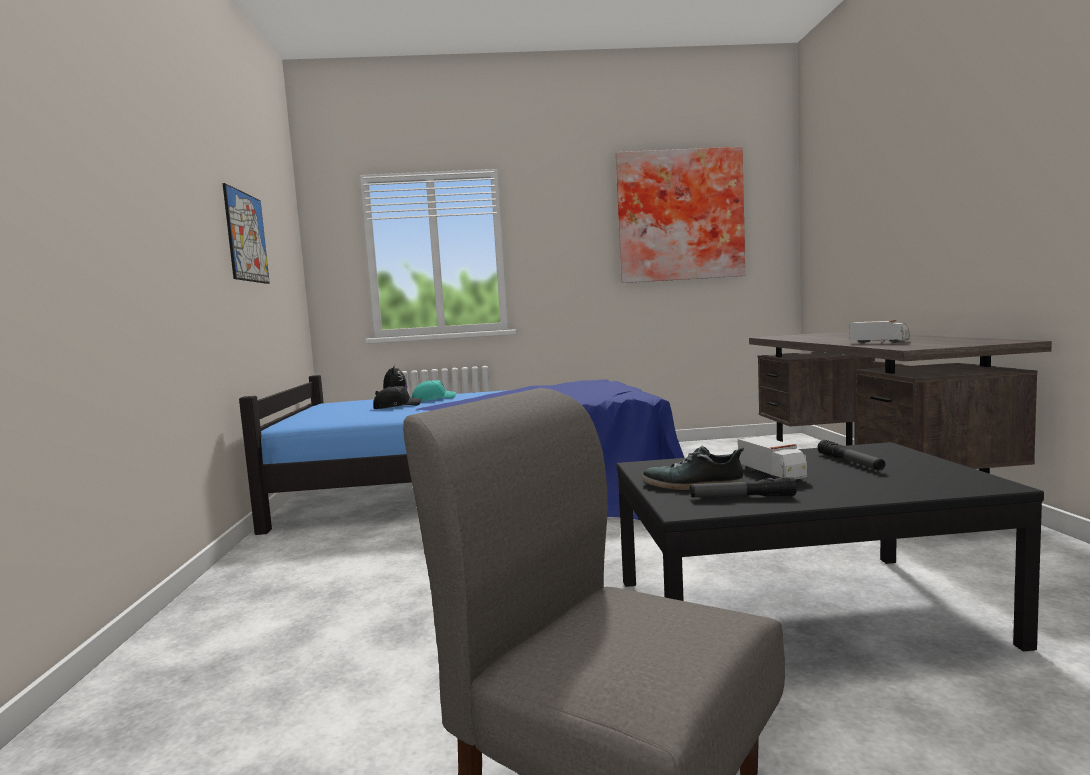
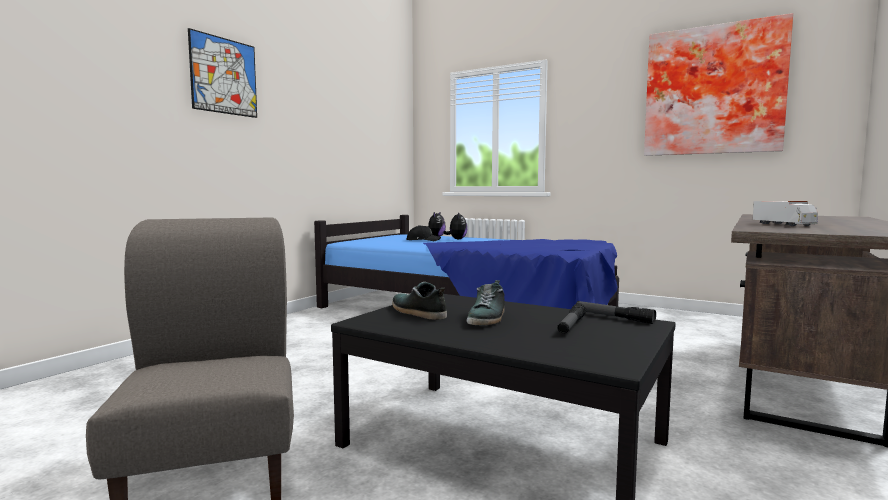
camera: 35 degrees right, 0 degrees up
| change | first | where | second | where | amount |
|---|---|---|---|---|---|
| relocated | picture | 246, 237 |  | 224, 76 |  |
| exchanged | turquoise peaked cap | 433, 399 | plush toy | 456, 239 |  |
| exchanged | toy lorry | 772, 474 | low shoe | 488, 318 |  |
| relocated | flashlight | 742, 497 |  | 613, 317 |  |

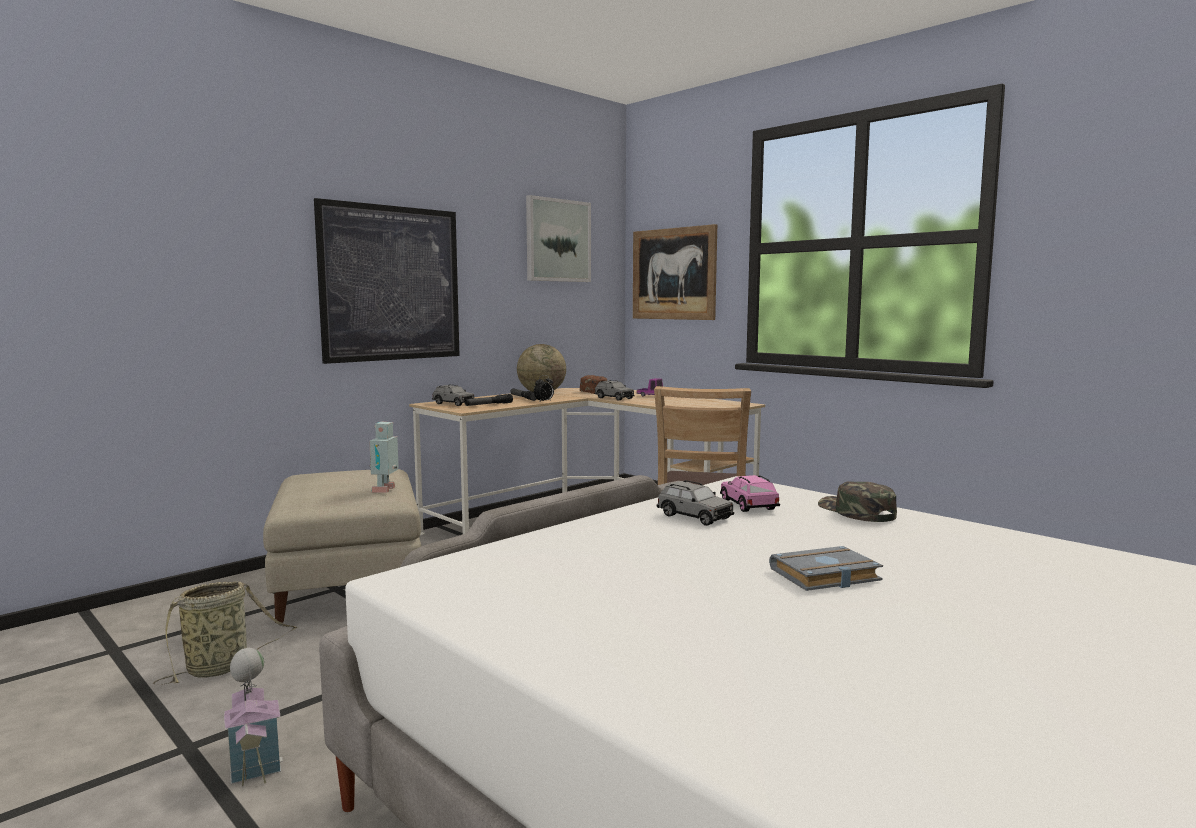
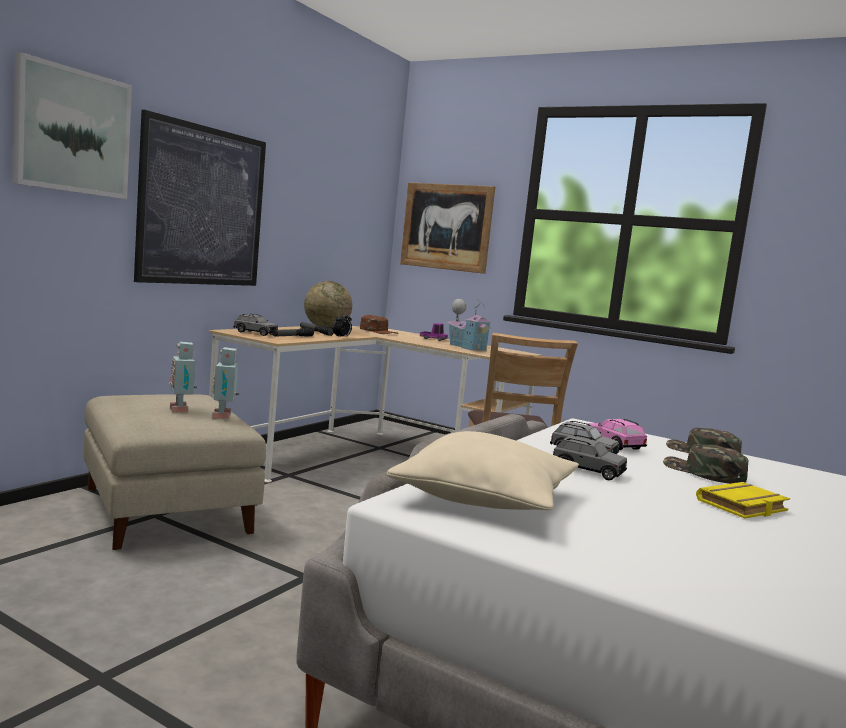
camera: 15 degrees left, 0 degrees up
| change | first | where | second | where | amount |
|---|---|---|---|---|---|
| relocated | picture | 557, 240 |  | 72, 131 |  |
| appeared |  |  | model robot | 181, 410 |  |
| appeared |  |  | sand-coloured throw pillow | 485, 498 |  |
| relocated | model house | 255, 757 |  | 467, 347 |  |
| relocated | gray model car | 614, 398 |  | 587, 470 |  |
| appeared |  |  | green-coloured peaked cap | 703, 473 |  |
| colour | gray bound book | 824, 577 | yellow-coloured bound book | 743, 507 |  |
| missing | household basket | 221, 667 |  |  |  |

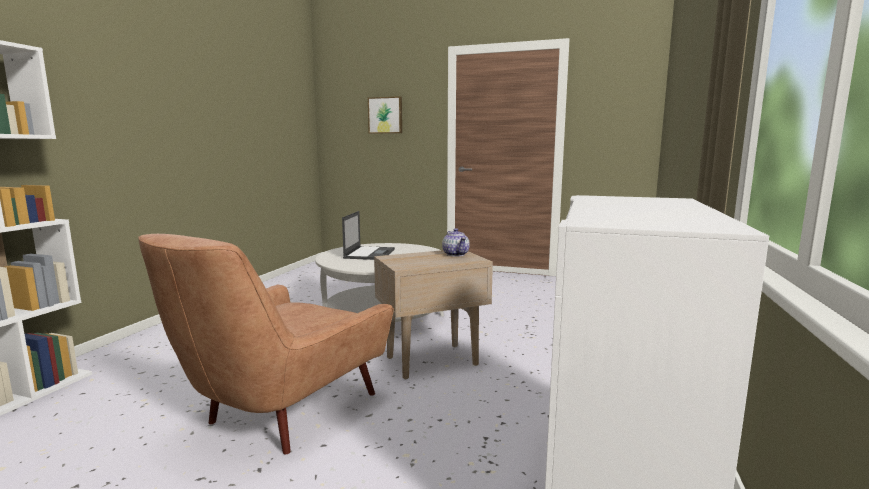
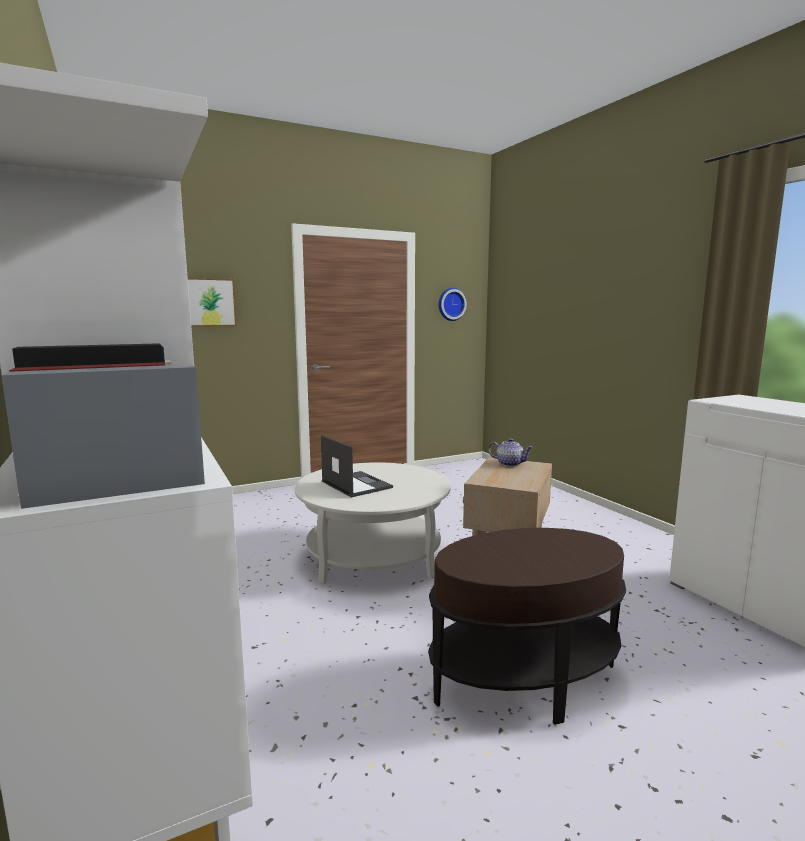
camera: 45 degrees left, 0 degrees up
| change | first | where | second | where | amount |
|---|---|---|---|---|---|
| exchanged | brownish easy chair | 281, 414 | brownish accent table | 524, 680 |  |
| appeared |  |  | wall clock | 450, 304 |  |

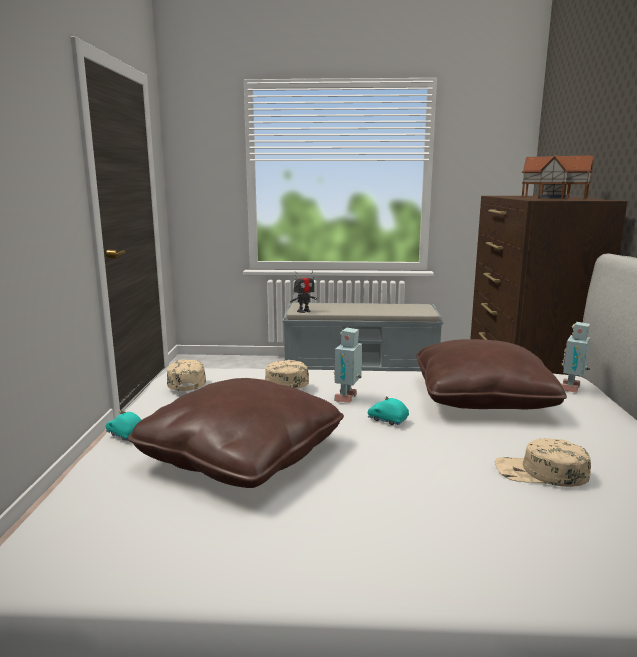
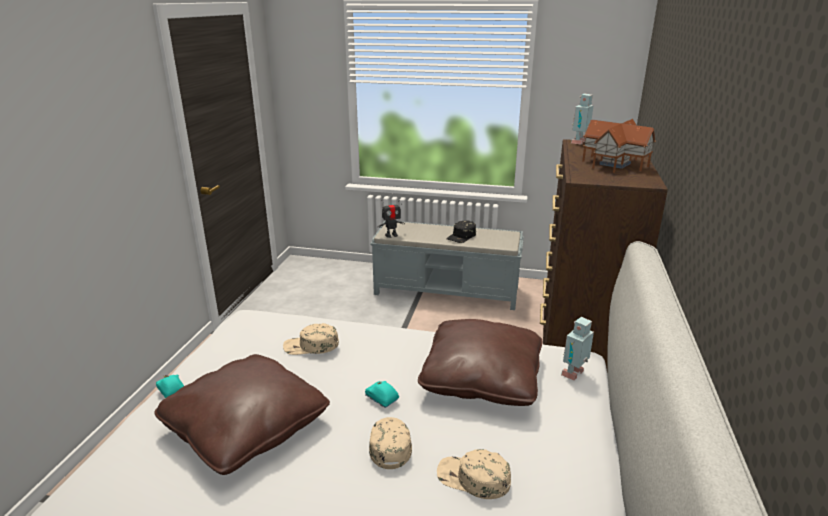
camera: 10 degrees right, 10 degrees up
| change | first | where | second | where | amount |
|---|---|---|---|---|---|
| relocated | sand-coloured peaked cap | 185, 381 |  | 389, 444 |  |
| appeared |  |  | black-coloured peaked cap | 461, 236 |  |
| relocated | model robot | 348, 398 |  | 580, 143 |  |

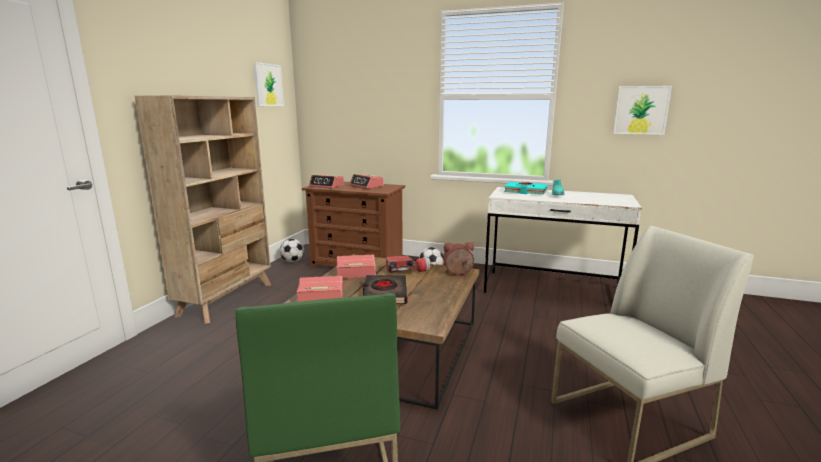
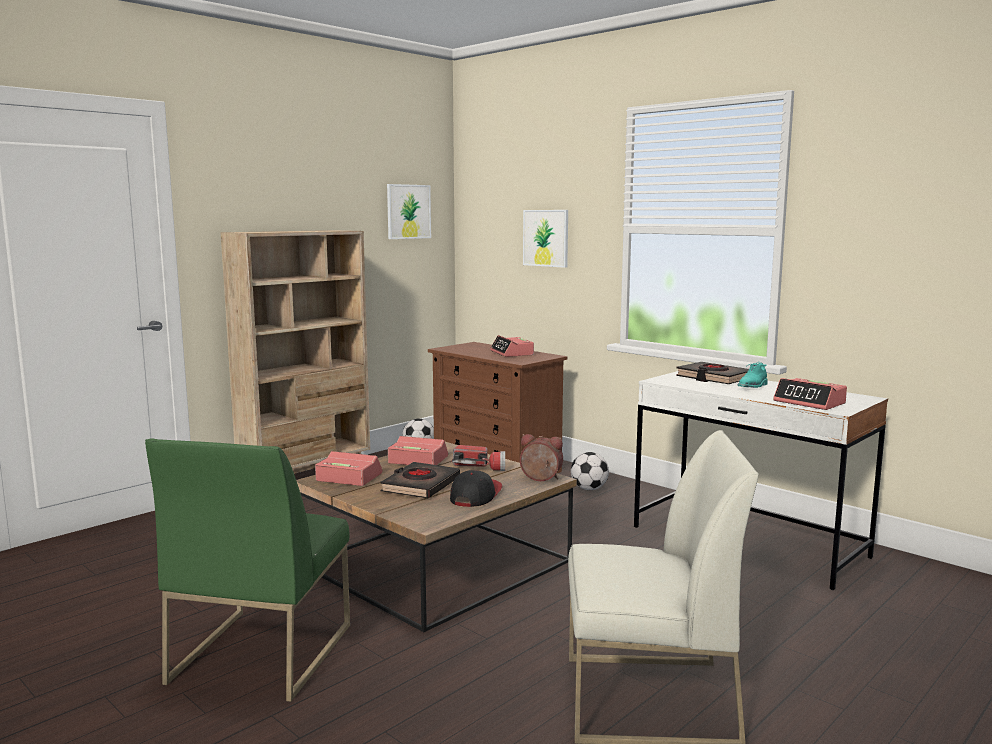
camera: 25 degrees right, 5 degrees down
| change | first | where | second | where | amount |
|---|---|---|---|---|---|
| appeared |  |  | peaked cap | 475, 495 |  |
| relocated | picture | 641, 110 |  | 546, 238 |  |
| colour | turquoise bound book | 525, 191 | black-coloured bound book | 714, 378 |  |
| relocated | bedside clock | 327, 186 |  | 809, 402 |  |

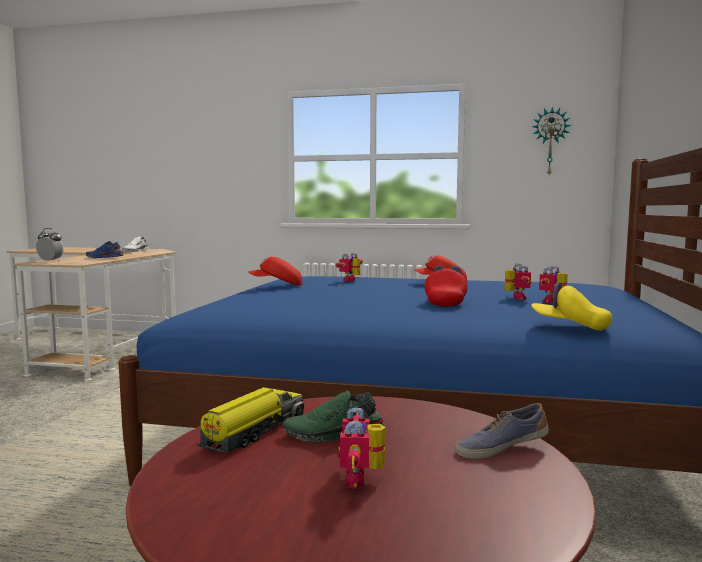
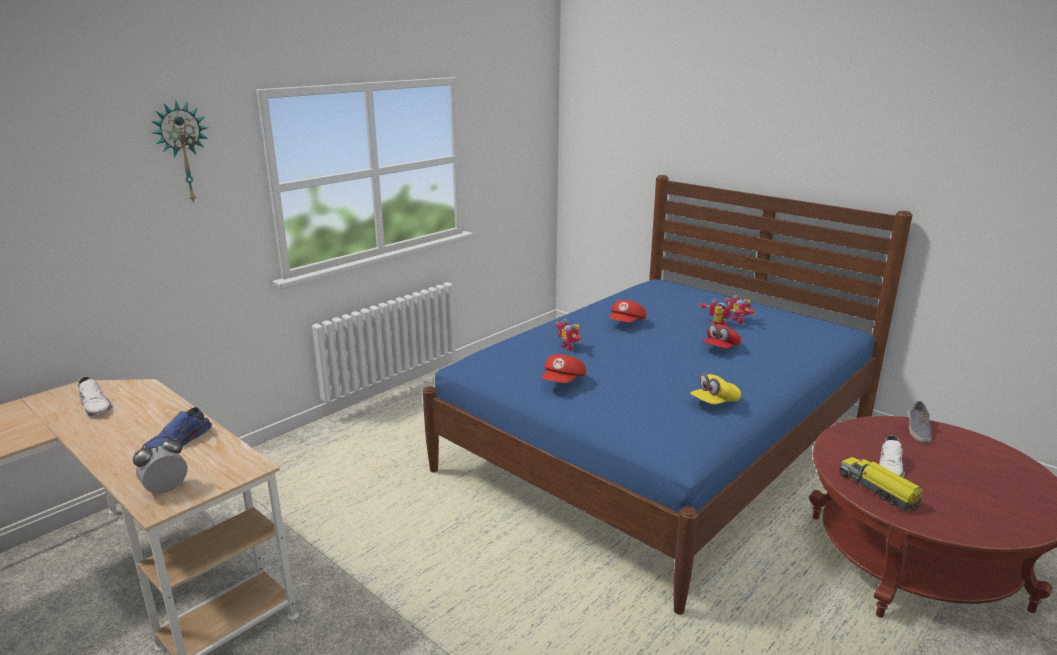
camera: 60 degrees left, 15 degrees up
| change | first | where | second | where | amount |
|---|---|---|---|---|---|
| relocated | wall clock | 550, 142 |  | 182, 152 |  |
| relocated | yellow-coloured peaked cap | 570, 326 |  | 714, 402 |  |
| spun | red peaked cap | 445, 302 |  | 721, 348 | 90 degrees counterclockwise |
| colour | green-coloured low shoe | 333, 435 | white-coloured low shoe | 890, 467 |  |
| missing | model robot | 362, 479 |  |  |  |

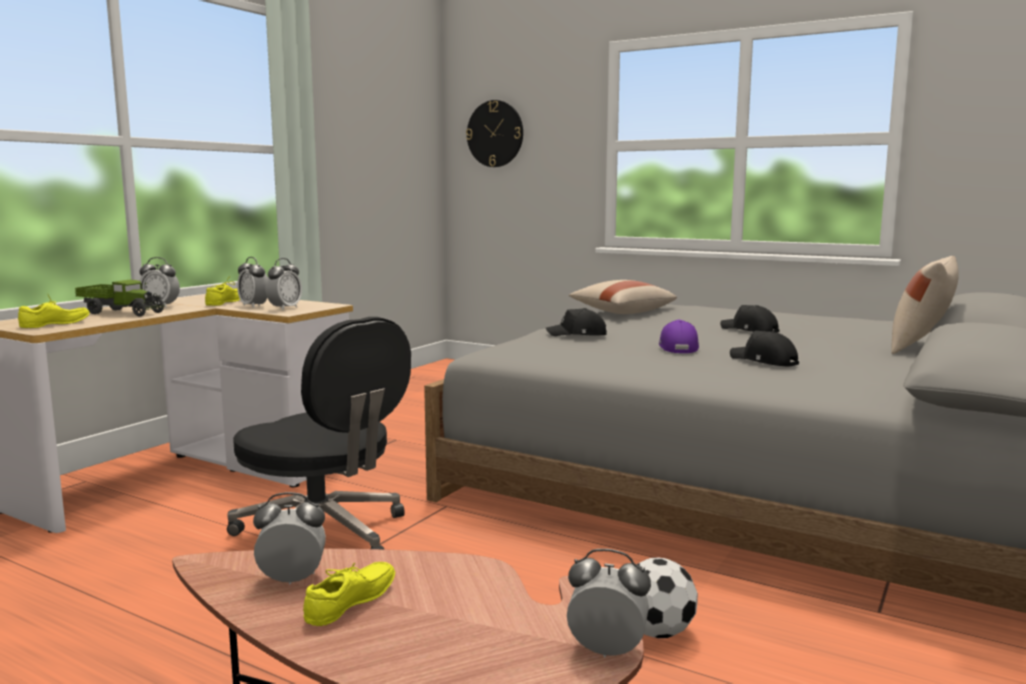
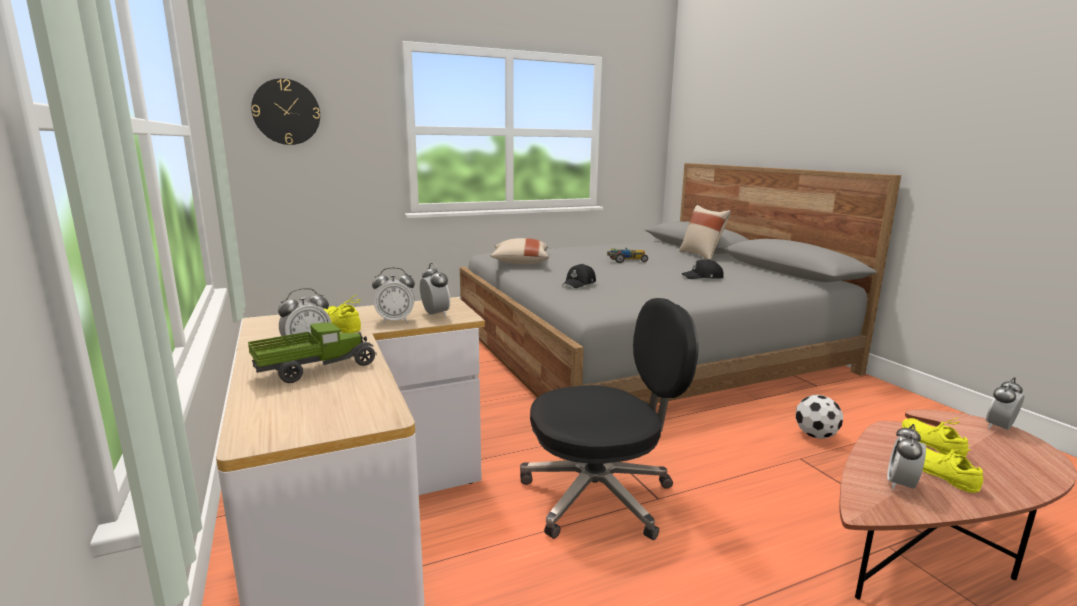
camera: 55 degrees left, 5 degrees up
| change | first | where | second | where | amount |
|---|---|---|---|---|---|
| exchanged | black-coloured peaked cap | 749, 330 | model car | 626, 261 |  |
| relocated | yellow-coloured low shoe | 56, 324 |  | 933, 443 |  |
| missing | purplish peaked cap | 678, 348 |  |  |  |

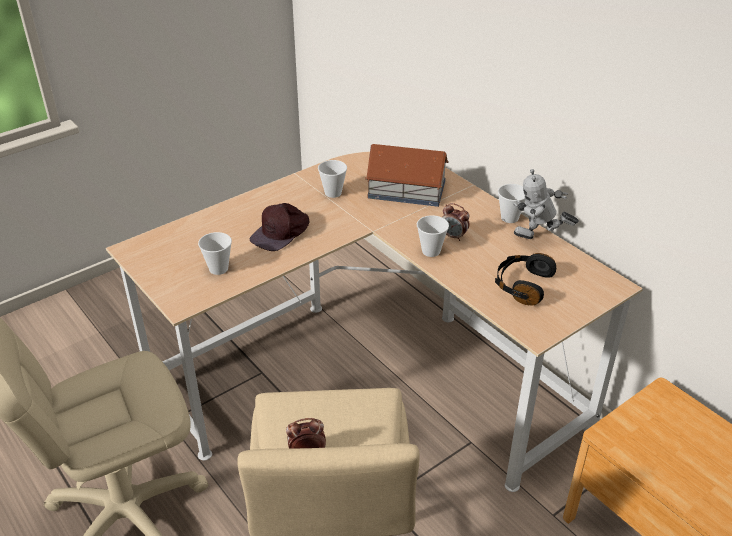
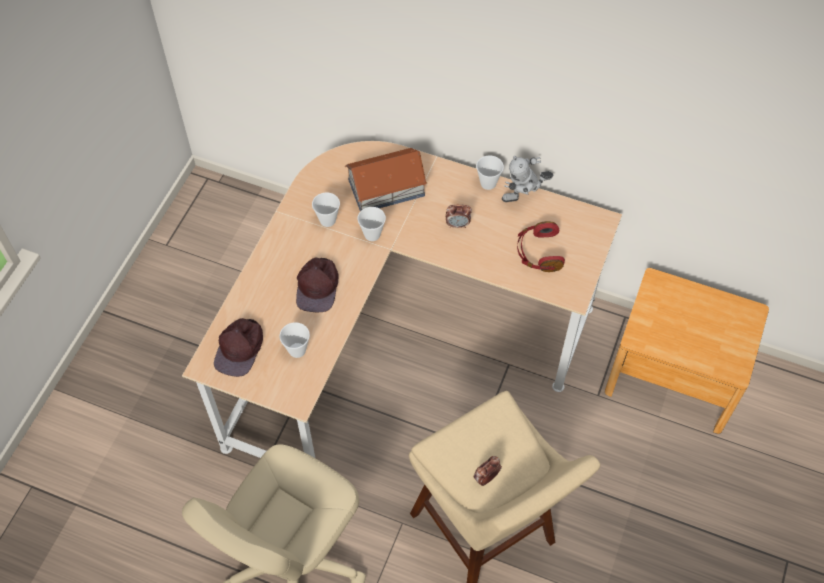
camera: 30 degrees left, 20 degrees up
| change | first | where | second | where | amount |
|---|---|---|---|---|---|
| appeared |  |  | brownish peaked cap | 240, 349 |  |
| relocated | cup | 431, 251 |  | 372, 234 |  |
| colour | black-coloured headset | 522, 285 | red headset | 538, 253 |  |

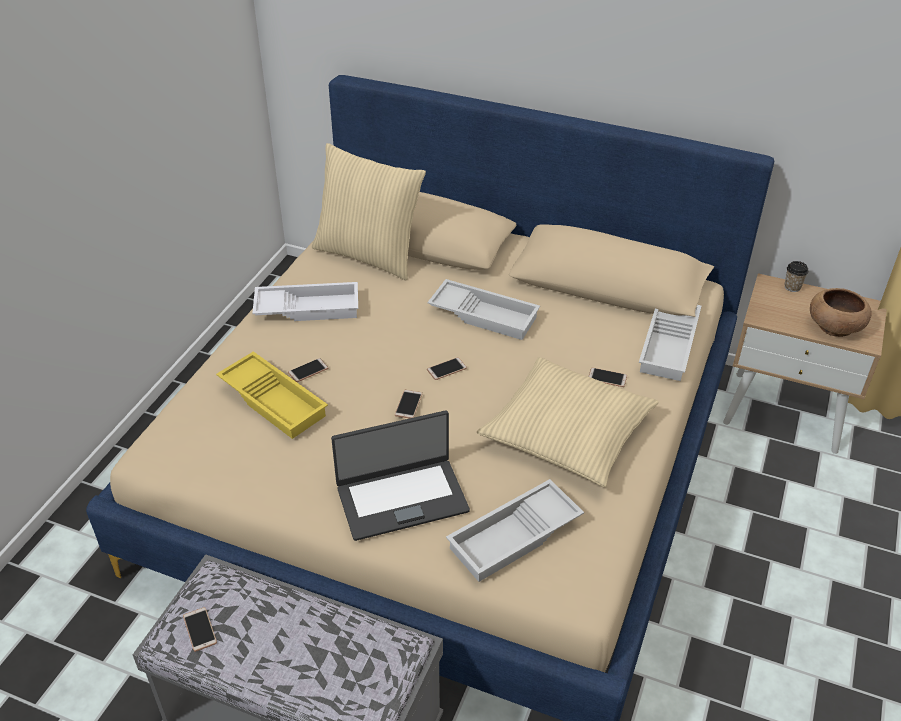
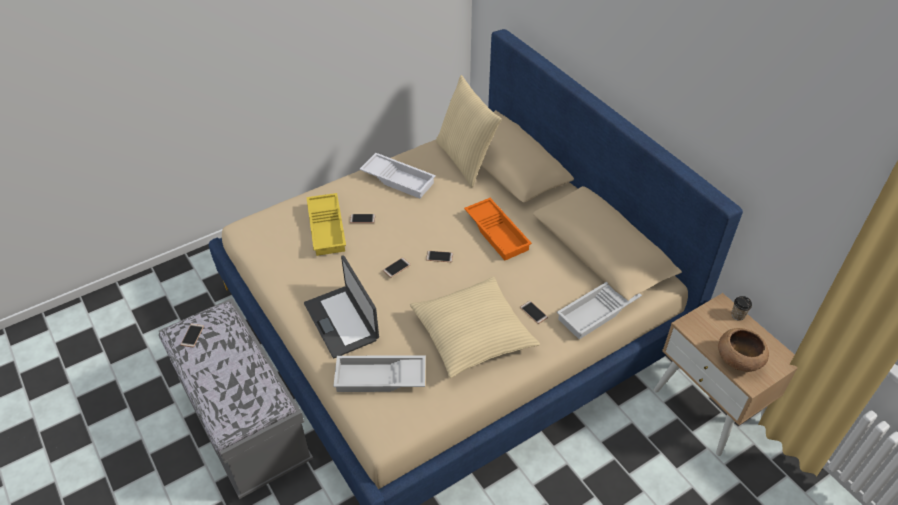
camera: 35 degrees right, 5 degrees up
| change | first | where | second | where | amount |
|---|---|---|---|---|---|
| spun | notebook computer | 401, 498 |  | 342, 321 | 45 degrees clockwise |
| colour | white-coloured tray | 485, 314 | orange-coloured tray | 498, 232 |  |

